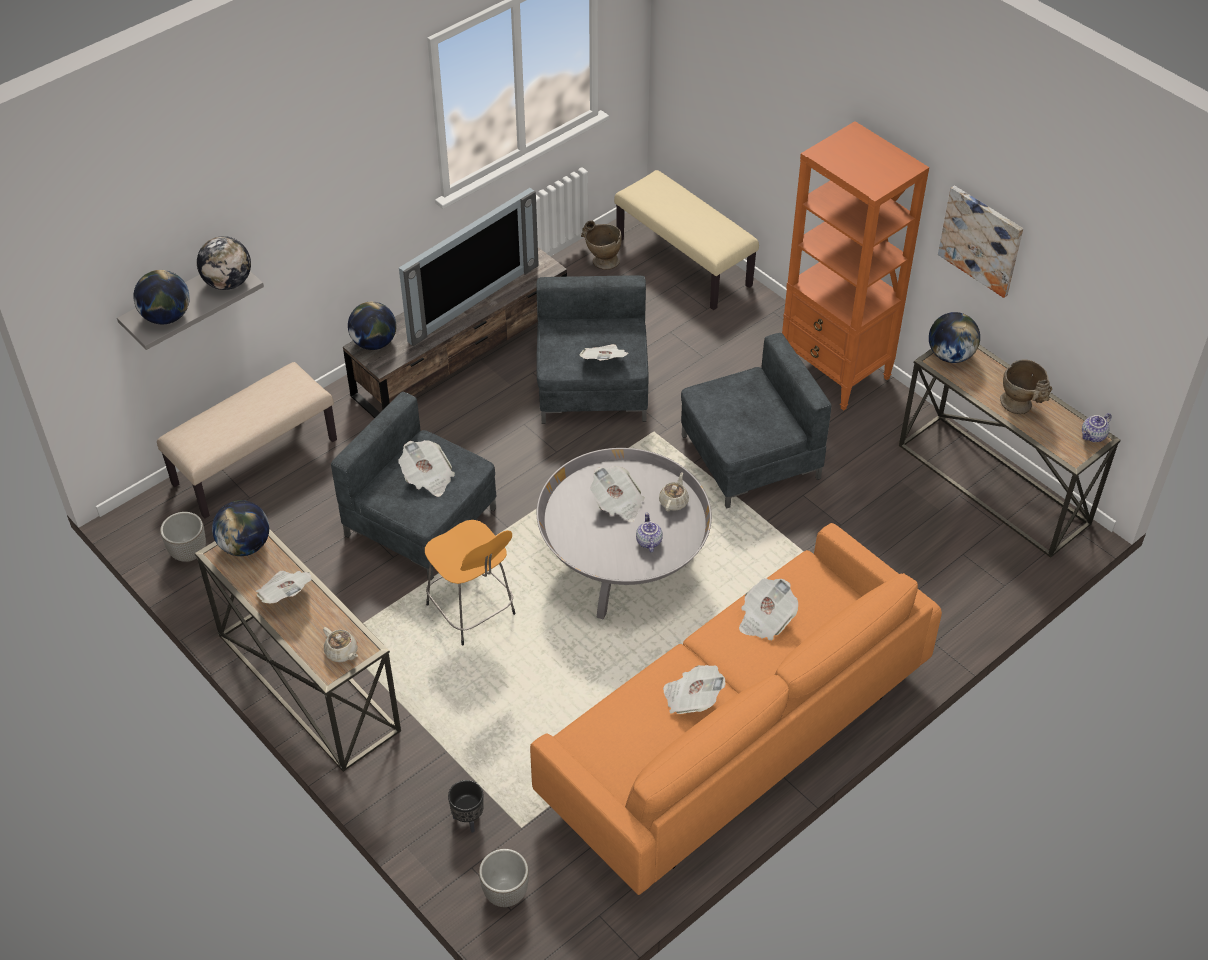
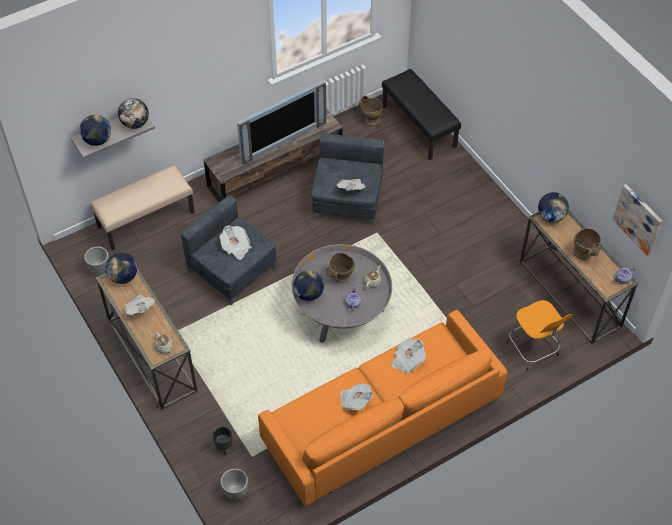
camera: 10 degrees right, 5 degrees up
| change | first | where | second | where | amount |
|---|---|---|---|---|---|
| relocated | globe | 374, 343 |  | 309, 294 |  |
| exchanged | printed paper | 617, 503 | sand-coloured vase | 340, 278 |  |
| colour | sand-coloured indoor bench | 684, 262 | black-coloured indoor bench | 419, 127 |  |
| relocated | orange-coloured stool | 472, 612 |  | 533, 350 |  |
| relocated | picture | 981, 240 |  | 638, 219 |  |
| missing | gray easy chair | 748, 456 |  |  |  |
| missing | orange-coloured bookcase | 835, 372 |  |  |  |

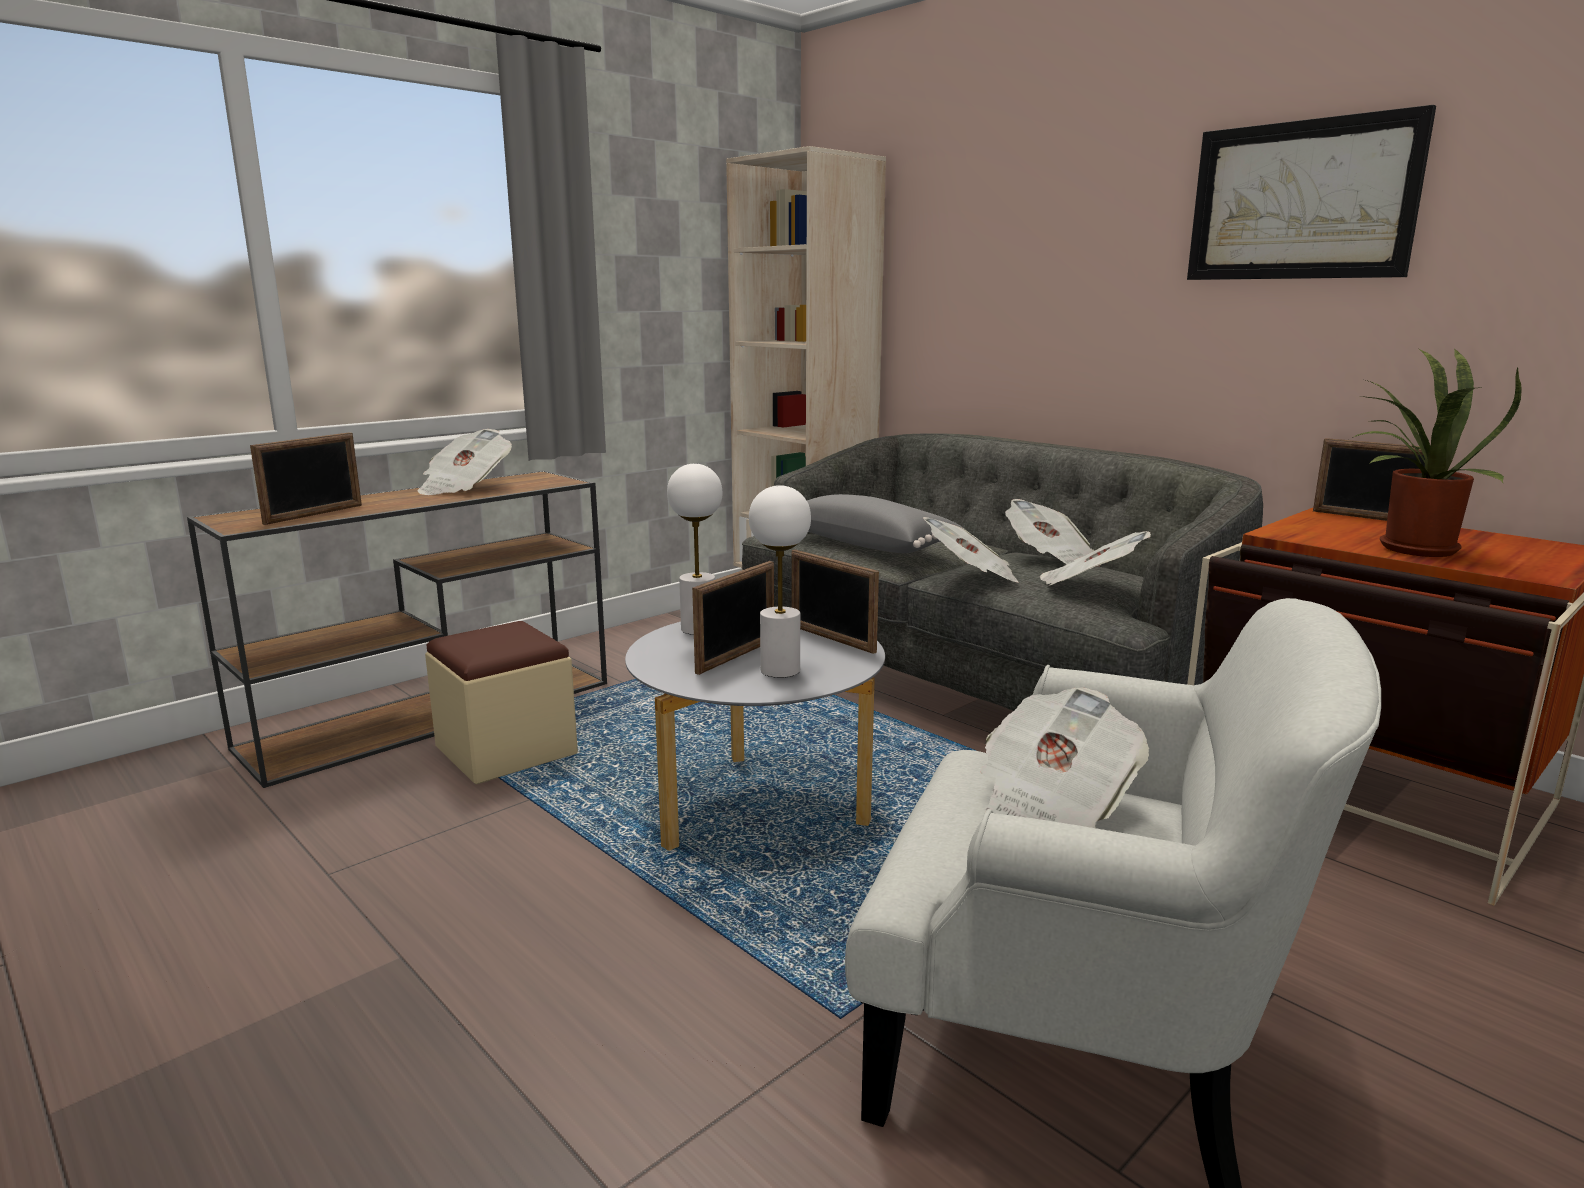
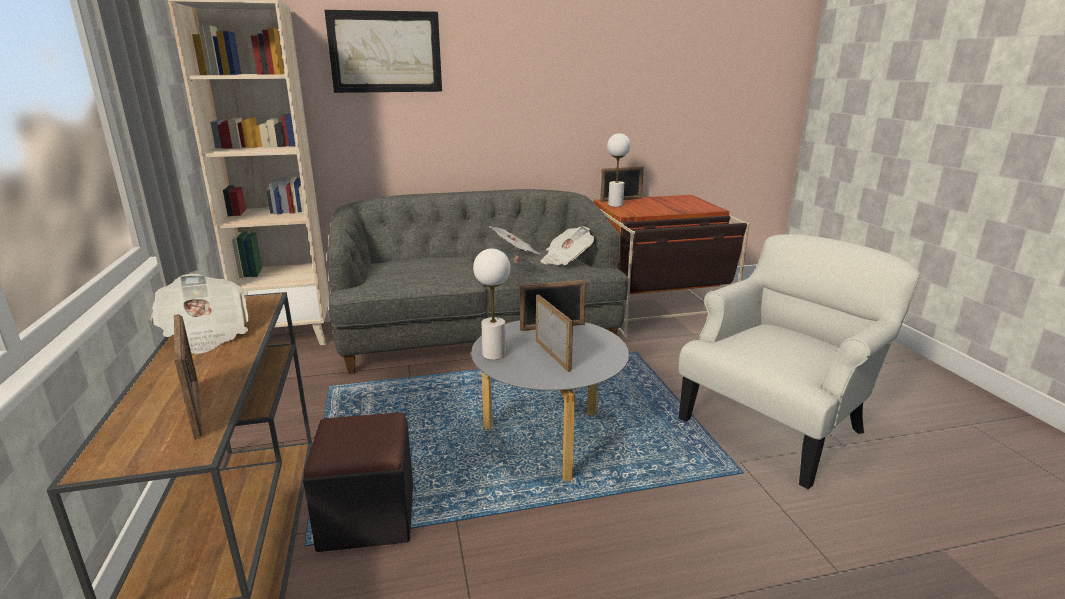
camera: 60 degrees left, 5 degrees up
| change | first | where | second | where | amount |
|---|---|---|---|---|---|
| colour | sand-coloured ottoman | 506, 750 | black-coloured ottoman | 368, 516 |  |
| relocated | picture | 1301, 201 |  | 385, 52 |  |
| relocated | white-coloured tabletop lamp | 779, 670 |  | 615, 205 |  |
| missing | gray throw pillow | 872, 545 |  |  |  |
| missing | printed paper | 1051, 803 |  |  |  |
| missing | houseplant | 1409, 549 |  |  |  |

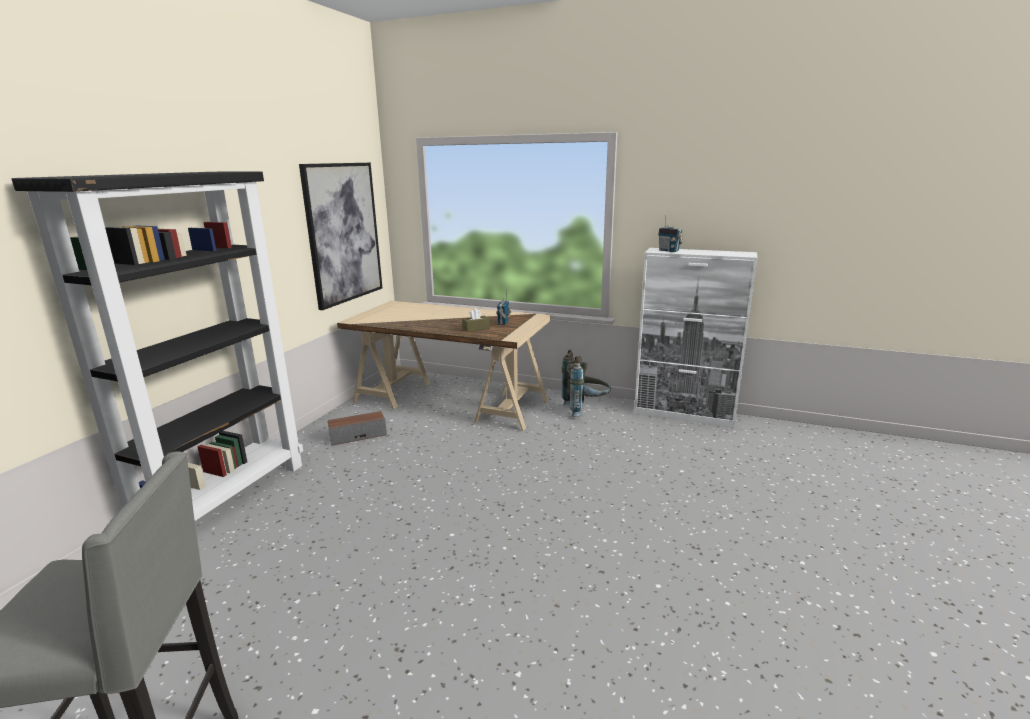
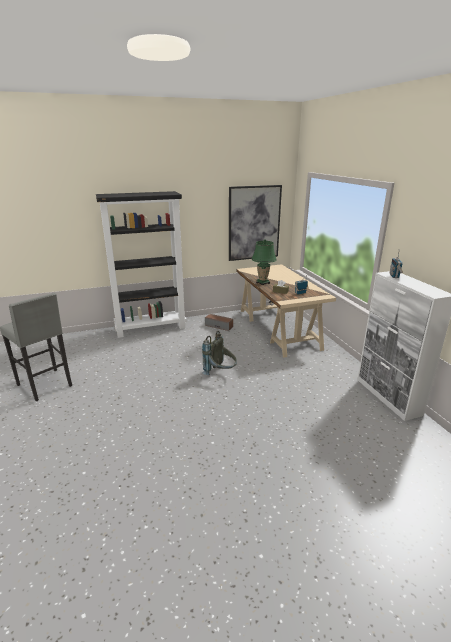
camera: 50 degrees right, 5 degrees up
| change | first | where | second | where | amount |
|---|---|---|---|---|---|
| relocated | gray backpack | 585, 409 |  | 221, 373 |  |
| appeared |  |  | green-coloured tabletop lamp | 262, 283 |  |

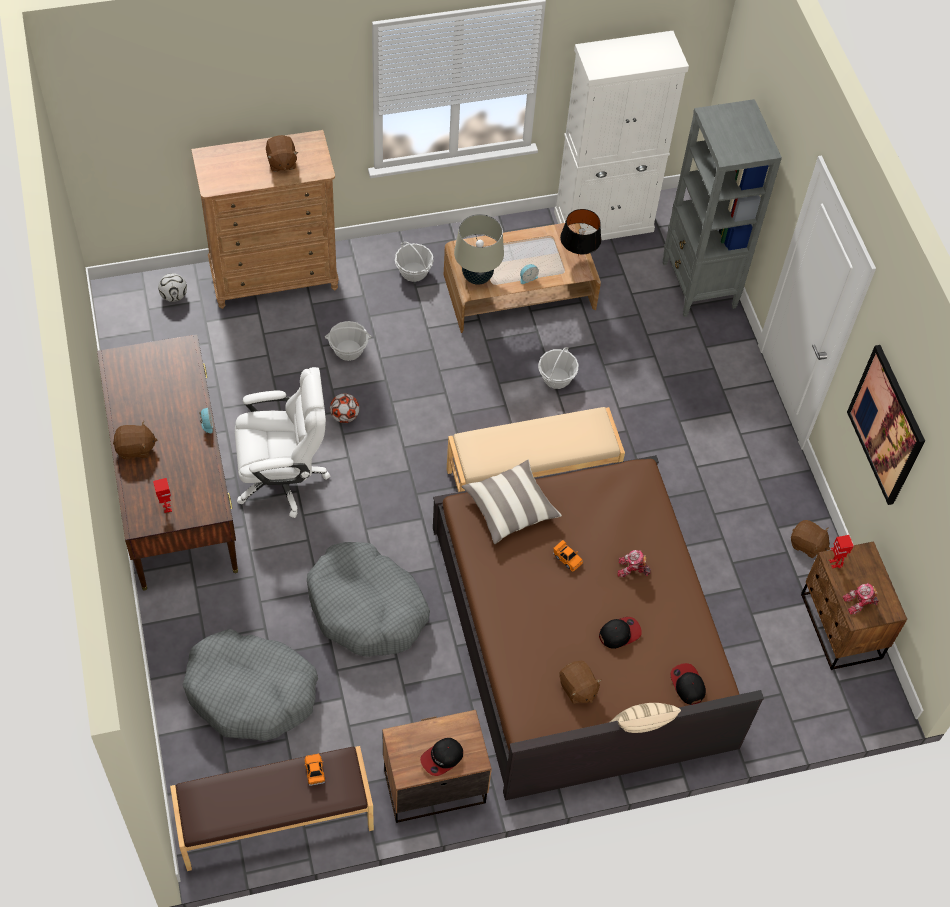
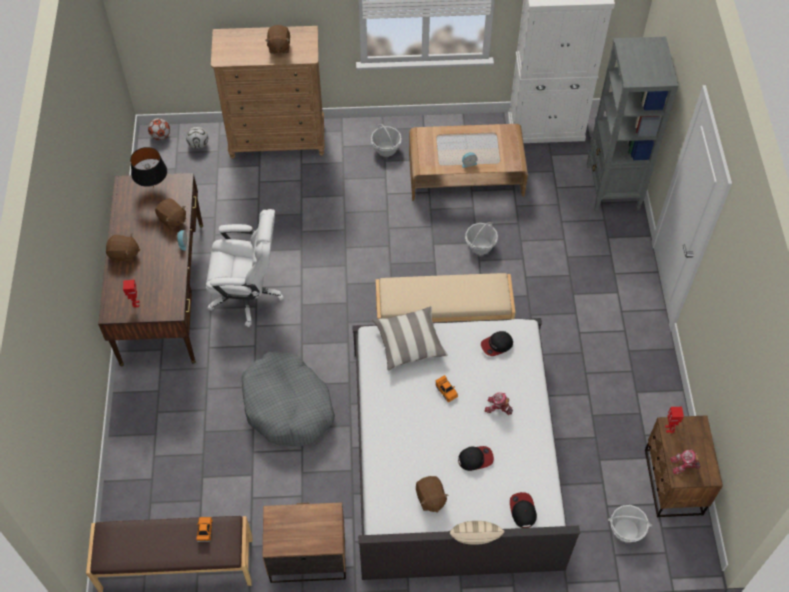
camera: 15 degrees right, 0 degrees up
| change | first | where | second | where | amount |
|---|---|---|---|---|---|
| relocated | black-coloured tabletop lamp | 578, 256 |  | 153, 187 |  |
| relocated | football | 344, 416 |  | 160, 136 |  |
| relocated | brownish plush toy | 807, 545 |  | 172, 220 |  |
| colour | brownish bed | 580, 635 | white-coloured bed | 453, 455 |  |
| relocated | peaked cap | 442, 758 |  | 497, 345 |  |
| relocated | household basket | 348, 350 |  | 626, 530 |  |
| missing | gray dog bed | 251, 692 |  |  |  |
| missing | sand-coloured tabletop lamp | 477, 277 |  |  |  |
| missing | picture | 886, 425 |  |  |  |

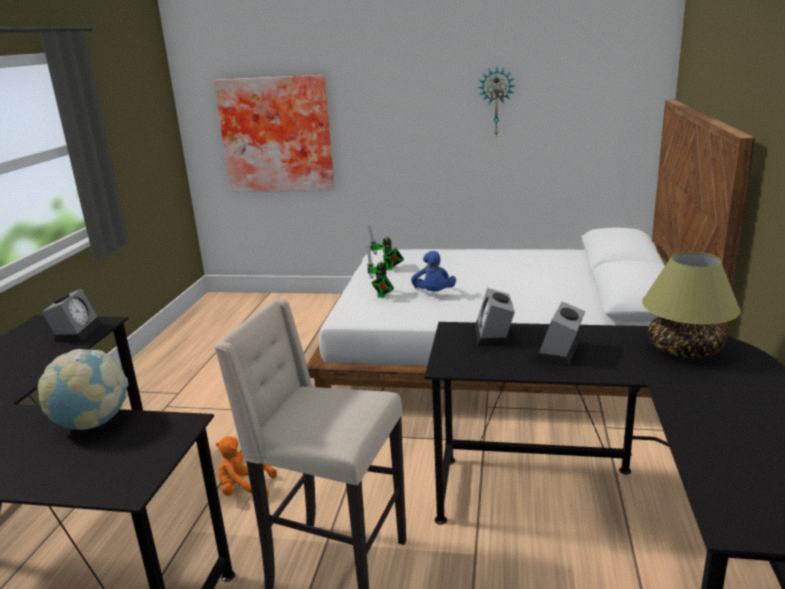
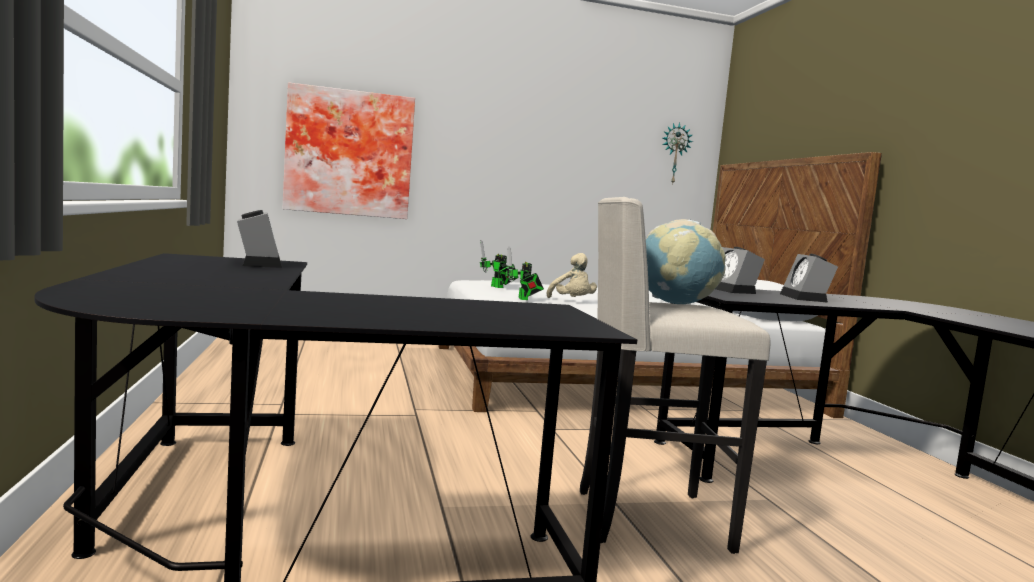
camera: 25 degrees left, 15 degrees down
| change | first | where | second | where | amount |
|---|---|---|---|---|---|
| colour | blue-coloured plush toy | 434, 294 | sand-coloured plush toy | 572, 301 |  |
| relocated | globe | 92, 423 |  | 676, 304 |  |
| relocated | wall clock | 496, 102 |  | 674, 153 |  |
| missing | orange-coloured plush toy | 244, 489 |  |  |  |
| missing | tabletop lamp | 685, 349 |  |  |  |

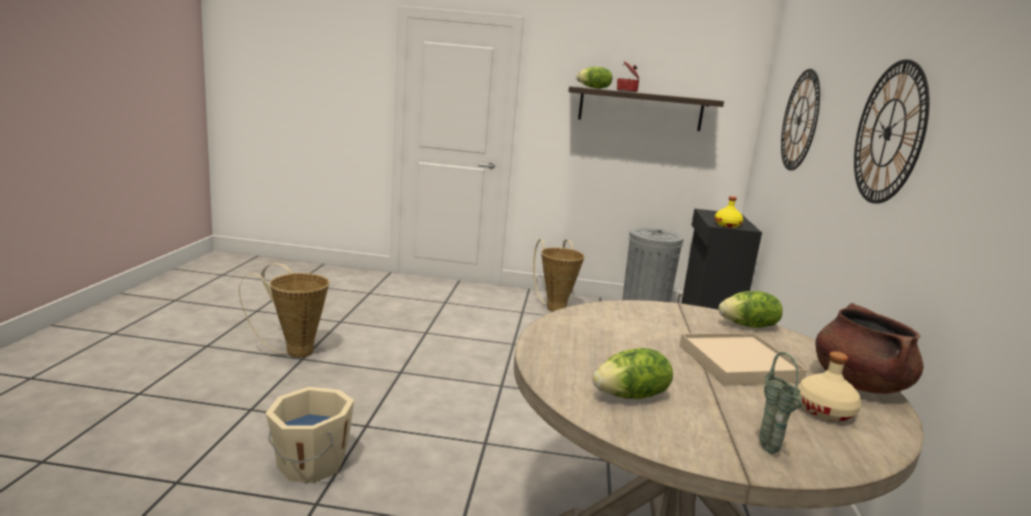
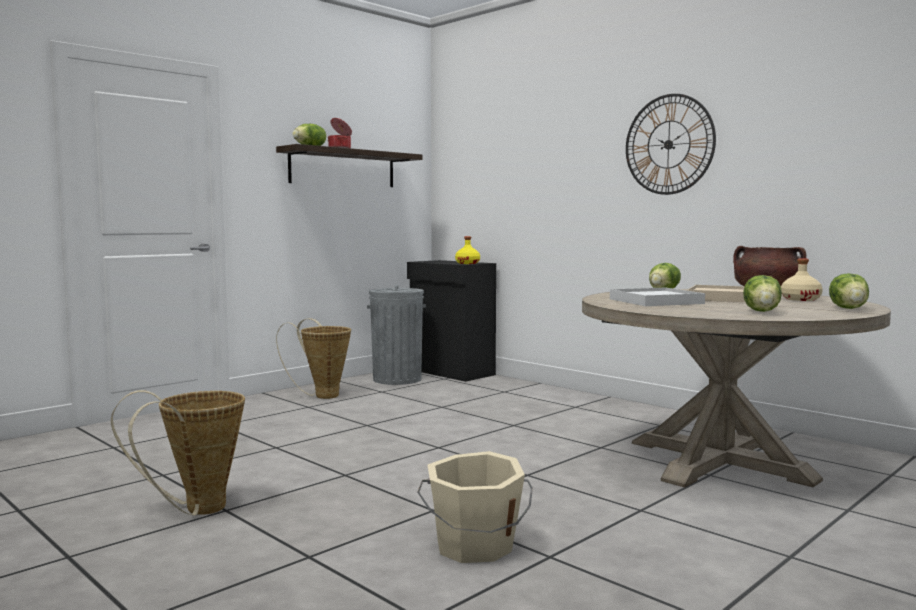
camera: 50 degrees left, 10 degrees down
| change | first | where | second | where | amount |
|---|---|---|---|---|---|
| appeared |  |  | white-coloured tray | 656, 301 |  |
| exchanged | green-coloured vase | 770, 453 | head of lettuce | 849, 309 |  |
| missing | wall clock | 799, 120 |  |  |  |

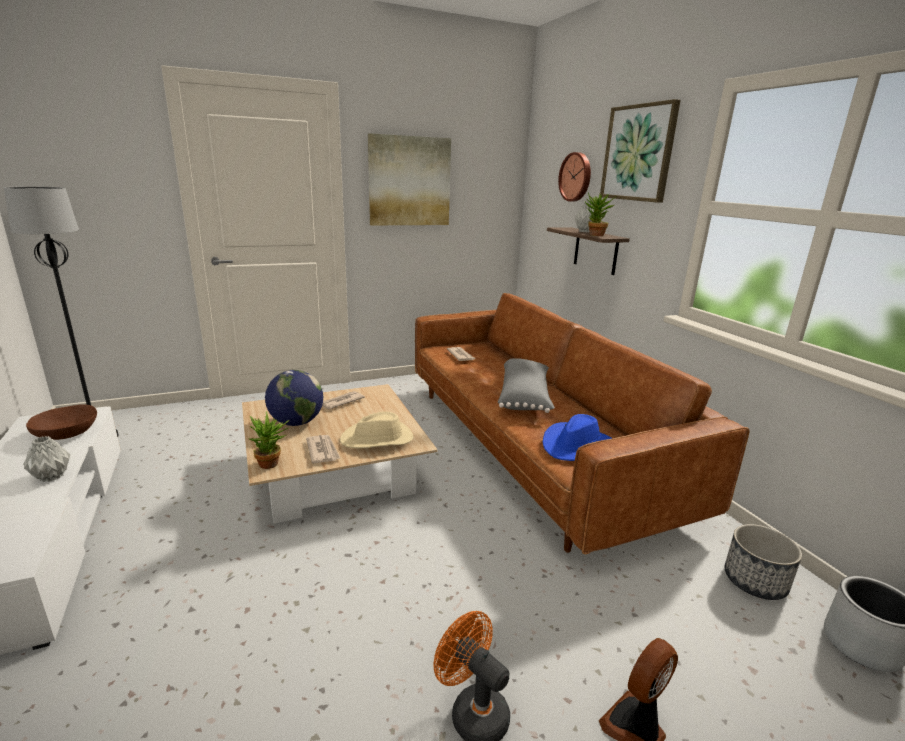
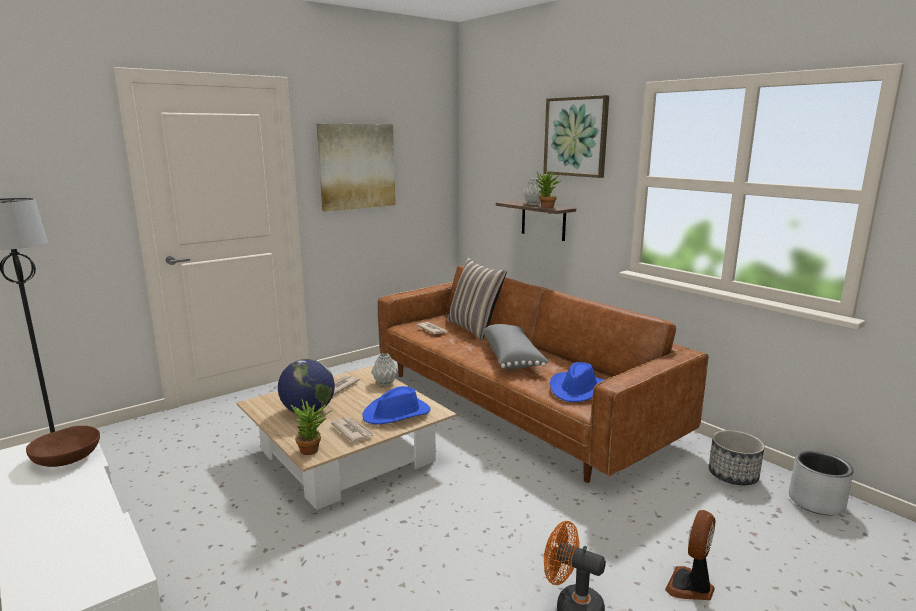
camera: 15 degrees left, 5 degrees down
| change | first | where | second | where | amount |
|---|---|---|---|---|---|
| colour | sand-coloured hat | 378, 439 | blue-coloured hat | 397, 414 |  |
| relocated | gray vase | 52, 476 |  | 384, 383 |  |
| appeared |  |  | throw pillow | 474, 328 |  |
| missing | wall clock | 576, 177 |  |  |  |

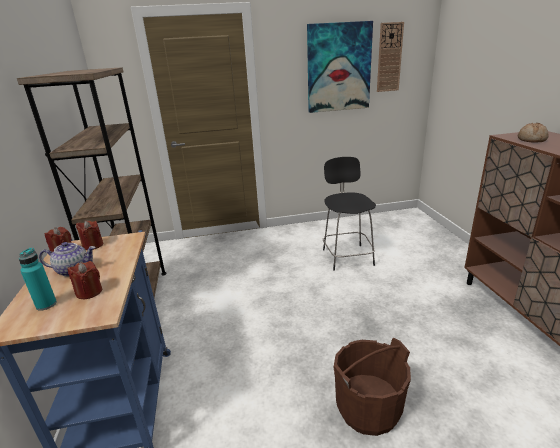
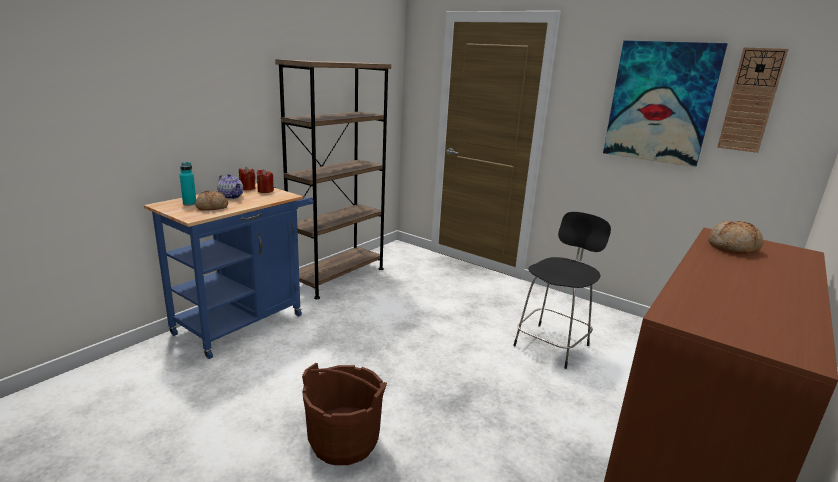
camera: 45 degrees right, 5 degrees down
| change | first | where | second | where | amount |
|---|---|---|---|---|---|
| exchanged | red wax candle | 89, 292 | bakery bread | 211, 207 |  |

